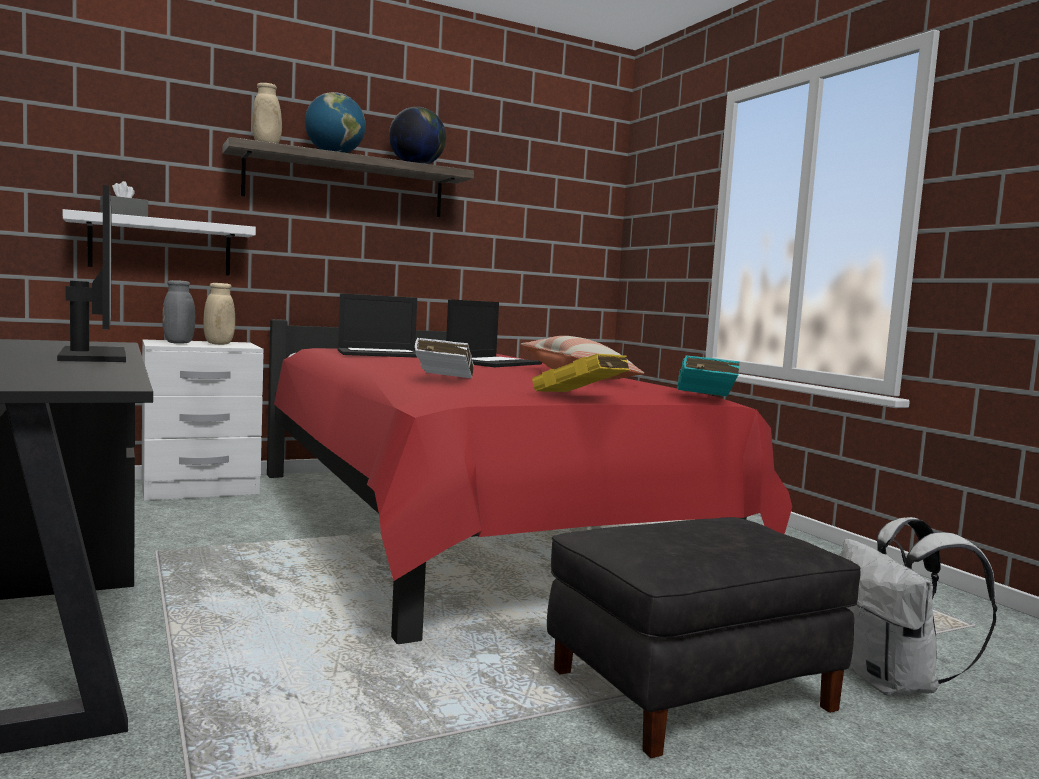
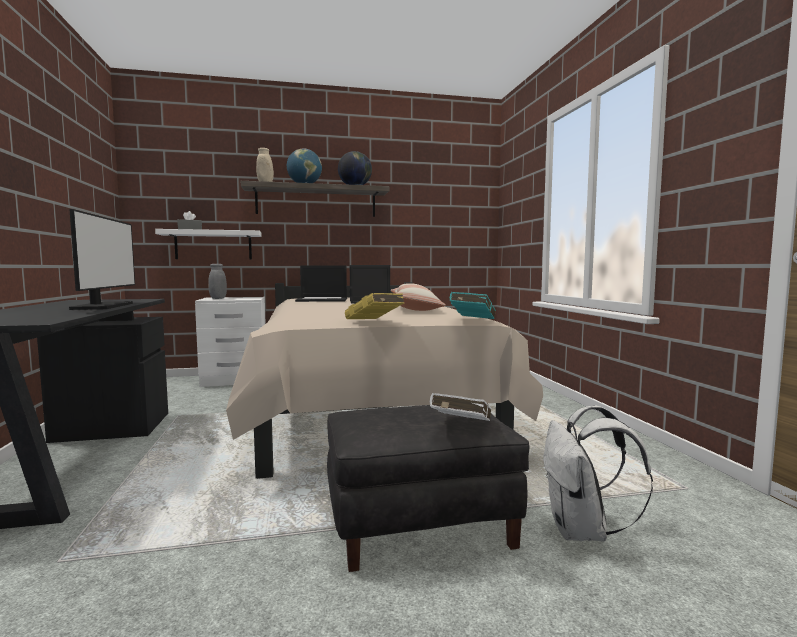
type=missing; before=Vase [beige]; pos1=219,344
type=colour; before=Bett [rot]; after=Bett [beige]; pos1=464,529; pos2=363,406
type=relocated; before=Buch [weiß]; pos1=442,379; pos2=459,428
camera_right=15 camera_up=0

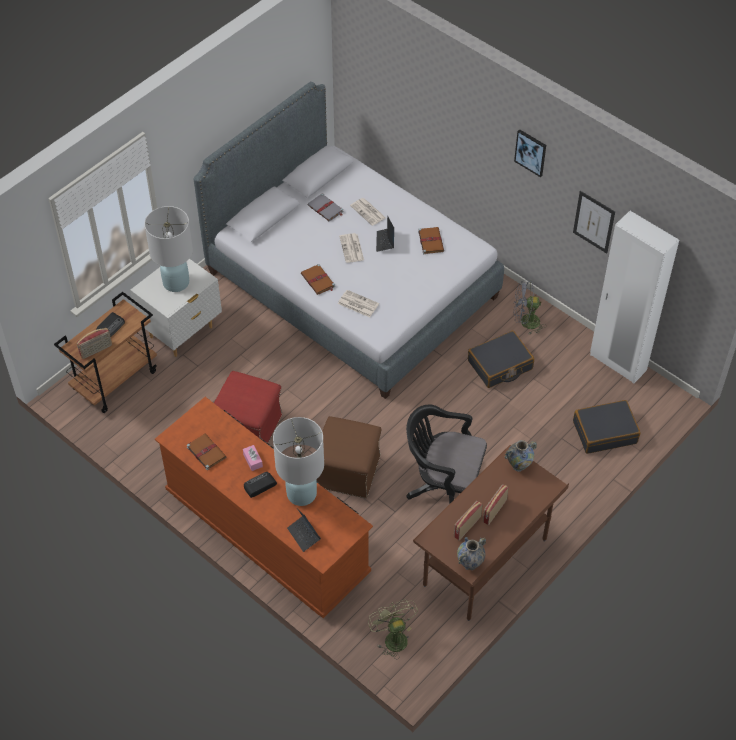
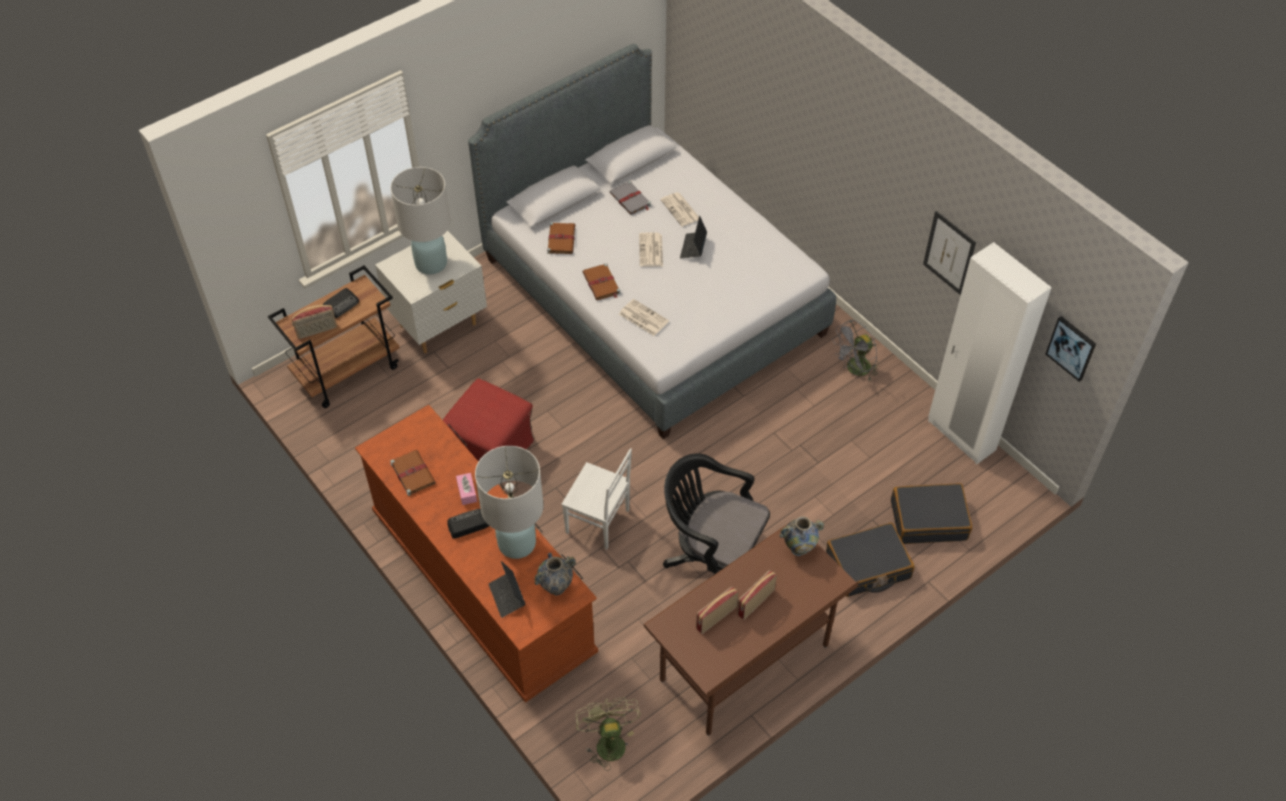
type=exchanged; before=Polsterhocker [braun]; after=Stuhl [weiß]; pos1=348,472; pos2=598,522
type=relocated; before=Buch [braun]; pos1=430,241; pos2=561,239
type=relocated; before=Vase; pos1=470,564; pos2=556,588
type=relocated; before=Koffer [schwarz]; pos1=500,365; pos2=868,566
type=spun; before=Ventilator [grau]; pos1=525,322; pos2=855,370; turn=-45
type=relocated; before=Bild; pos1=531,152; pos2=1071,348
camera_right=10 camera_up=0

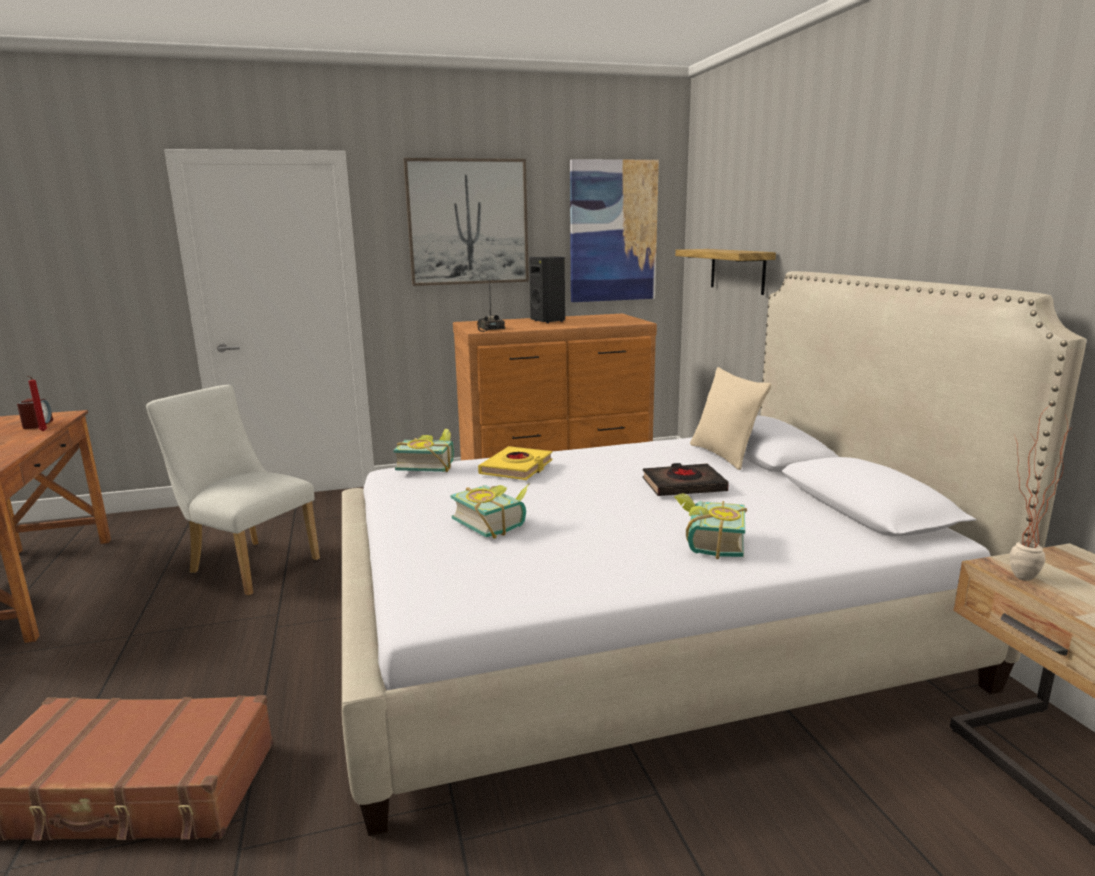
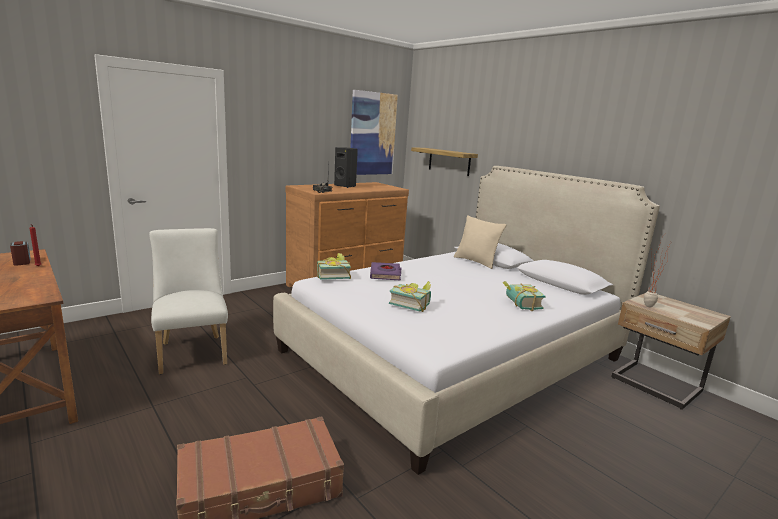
type=spun; before=Stuhl [weiß]; pos1=248,565; pos2=192,351; turn=60
type=missing; before=Bild; pos1=468,222
type=colour; before=Buch [gelb]; after=Buch [lila]; pos1=517,468; pos2=385,274
type=missing; before=Buch [schwarz]; pos1=683,486
camera_right=-25 camera_up=0

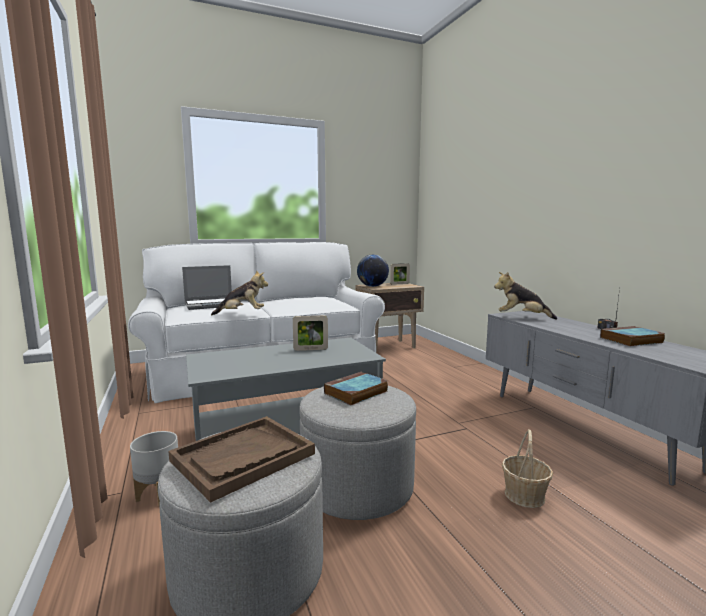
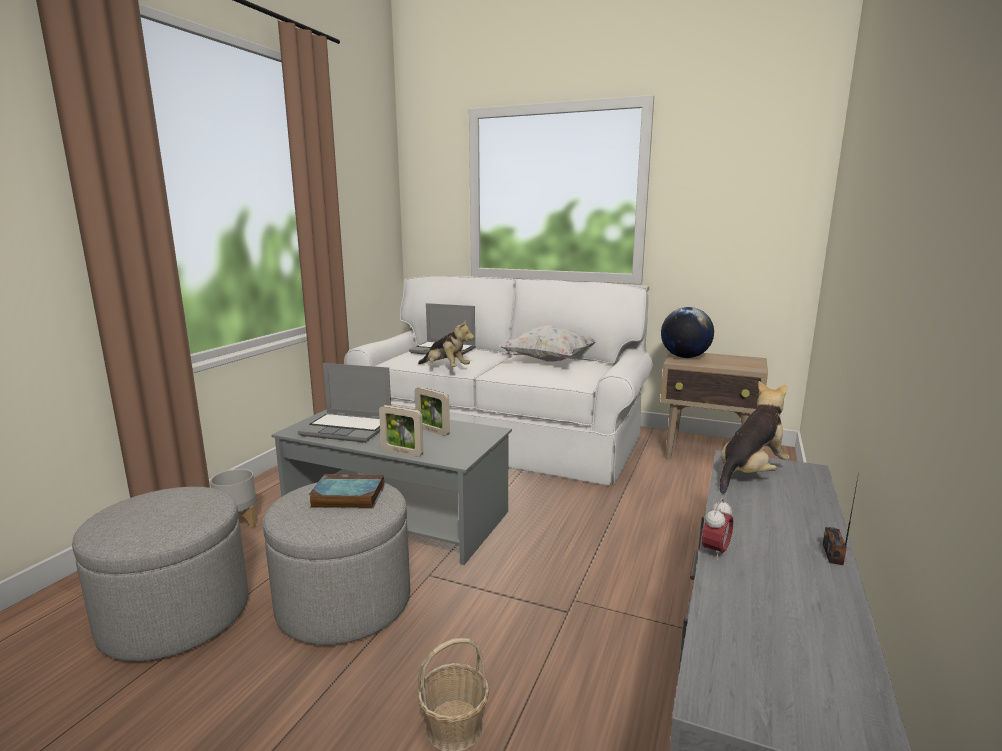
type=missing; before=Tablett [braun]; pos1=243,458
type=relocated; before=Bilderrahmen; pos1=399,284; pos2=402,452
type=spun; before=Plüschtier; pos1=522,317; pos2=750,474; turn=75
type=missing; before=Buch; pos1=631,340
type=appeared; after=Laptop; pos2=348,429
type=appeared; after=Kissen [weiß]; pos2=548,361
type=appeared; after=Wecker; pos2=715,552
camera_right=45 camera_up=5

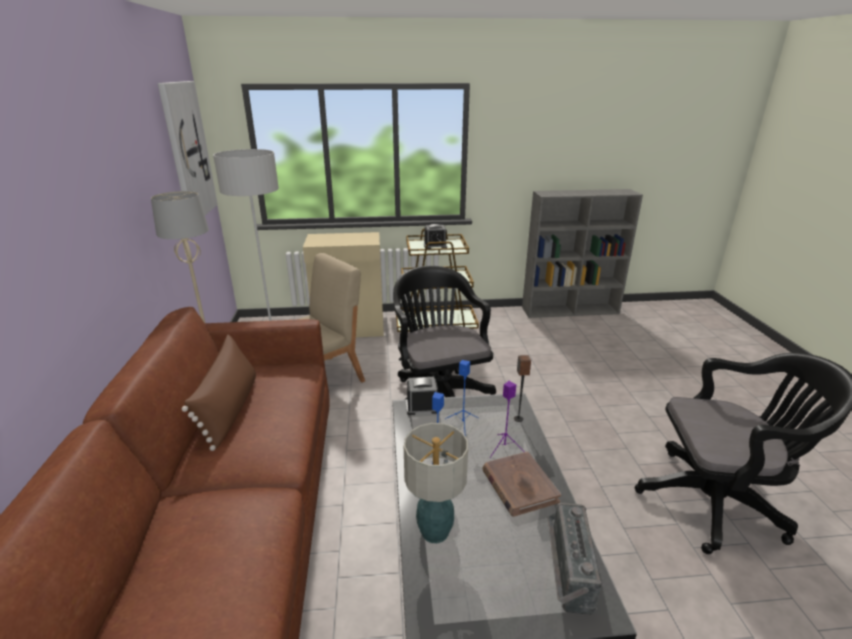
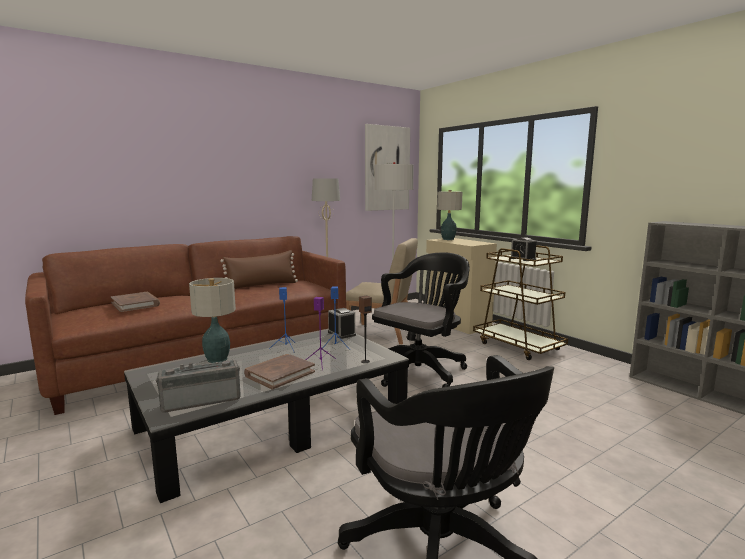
type=appeared; after=Buch [braun]; pos2=135,304
type=appeared; after=Tischlampe; pos2=448,239
camera_right=60 camera_up=-15

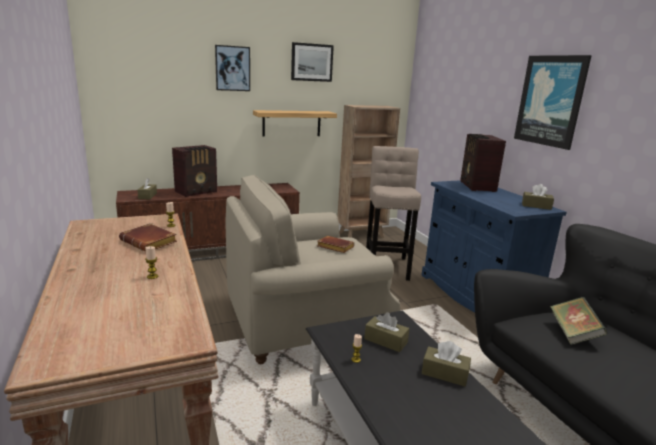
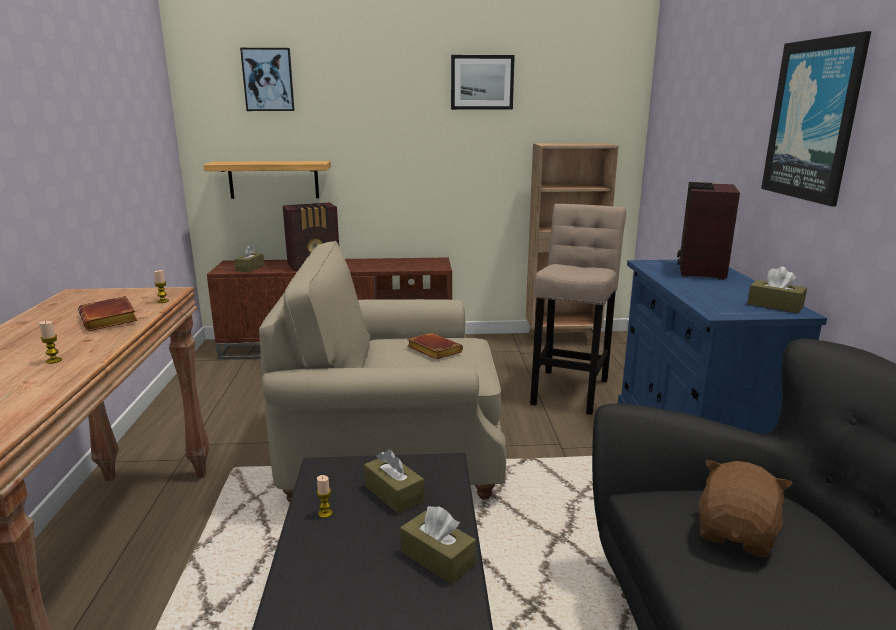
type=relocated; before=Bild; pos1=232,68; pos2=268,80
type=relocated; before=Wandregal; pos1=291,123; pos2=273,179
type=exchanged; before=Buch; after=Plüschtier [braun]; pos1=573,333; pos2=737,534
camera_right=20 camera_up=0

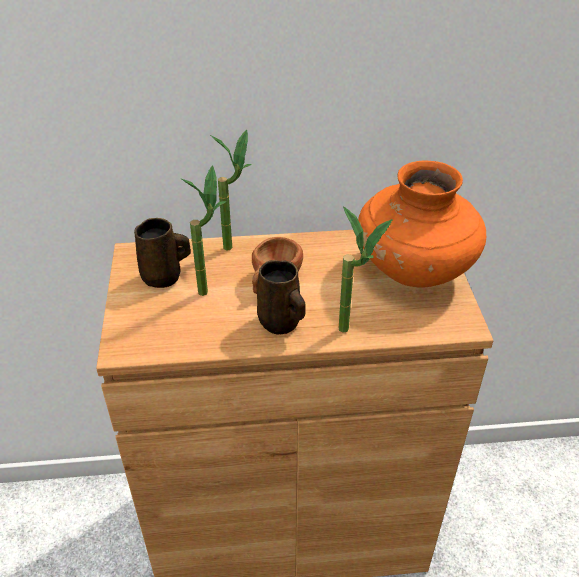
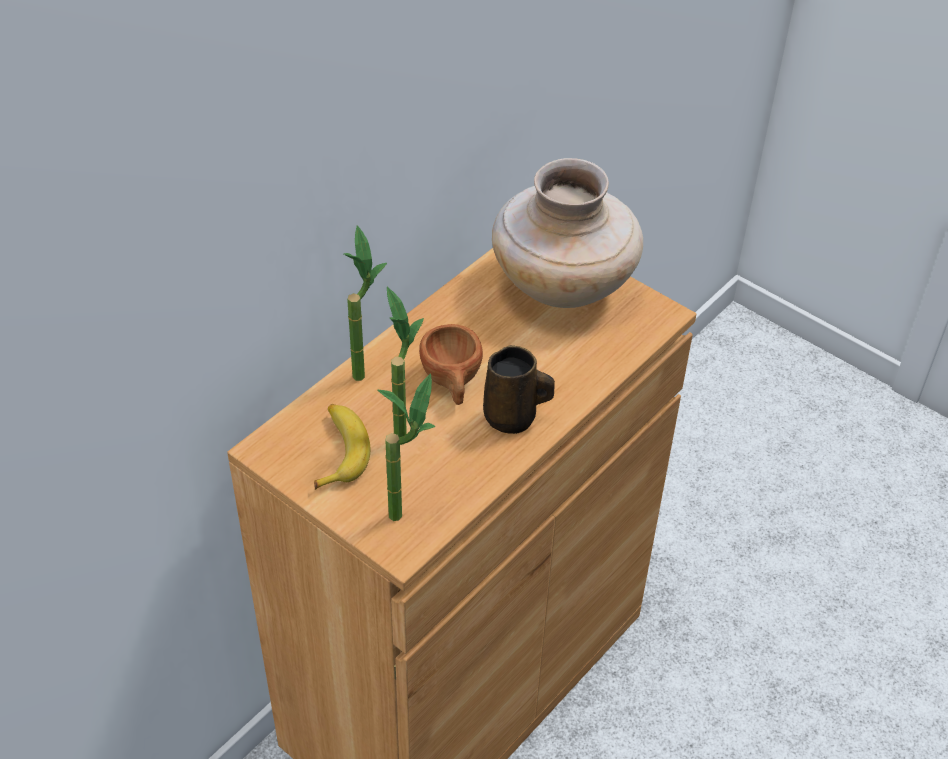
type=exchanged; before=Henkelbecher [braun]; after=Banane; pos1=164,277; pos2=339,451
type=relocated; before=Topfpflanze; pos1=354,331; pos2=408,511
type=colour; before=Vase [orange]; after=Vase [beige]; pos1=415,270; pos2=563,286
camera_right=-45 camera_up=5

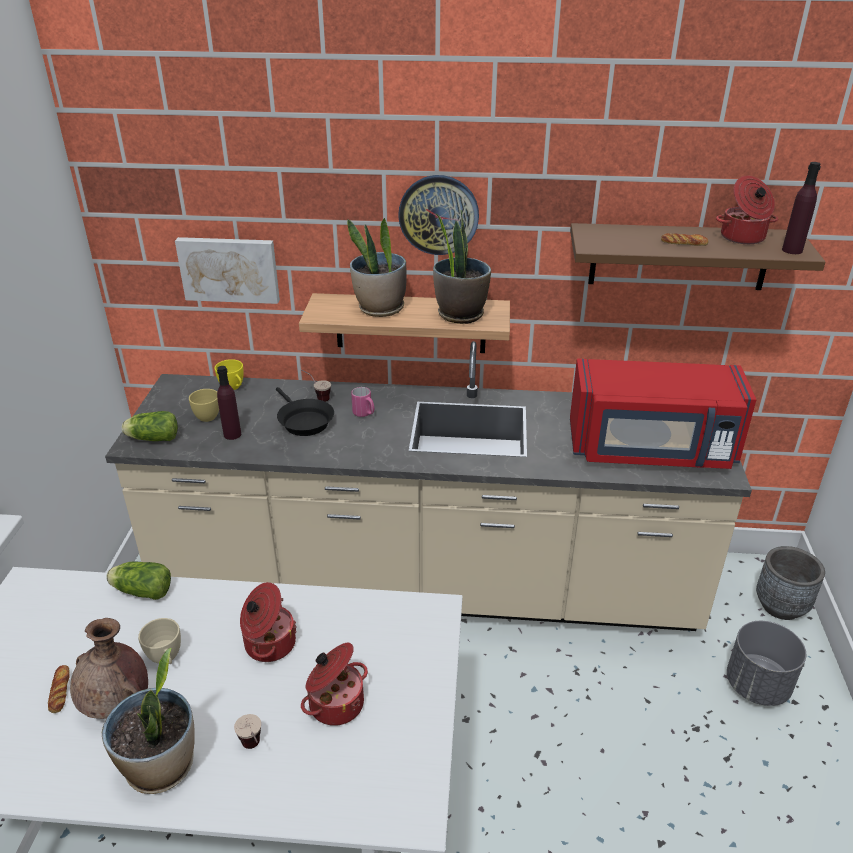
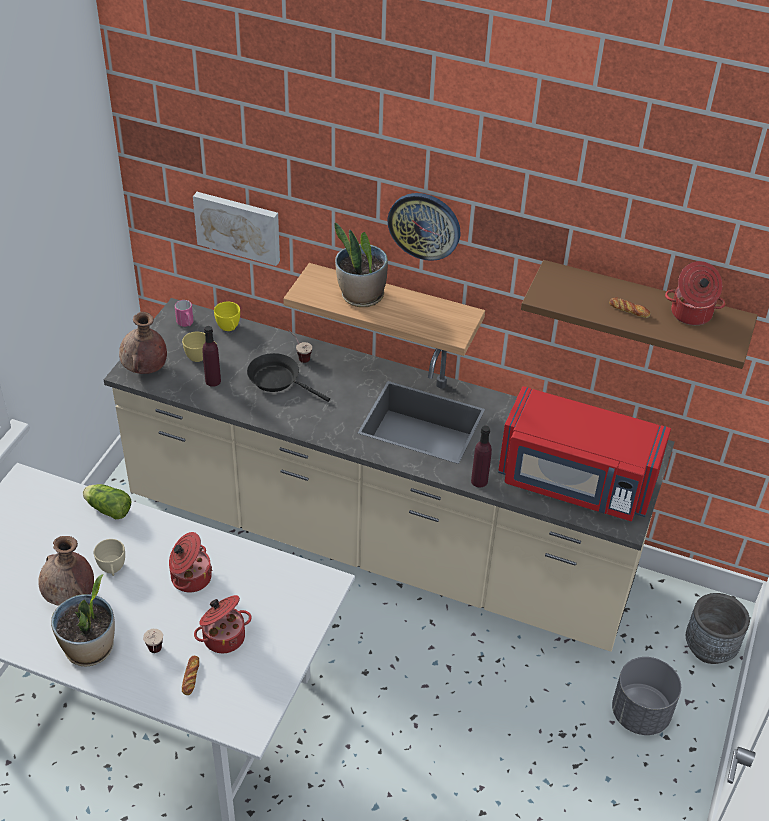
type=relocated; before=Brot; pos1=60,691; pos2=191,677
type=exchanged; before=Salatkopf; after=Vase [braun]; pos1=152,438; pos2=145,369
type=spun; before=Pfanne [schwarz]; pos1=303,421; pos2=278,380; turn=135
type=relocated; before=Henkelbecher [rosa]; pos1=364,414; pos2=186,324
type=missing; before=Topfpflanze; pos1=460,314
type=relocated; before=Flasche [lila]; pos1=792,250; pos2=479,481
camera_right=15 camera_up=10

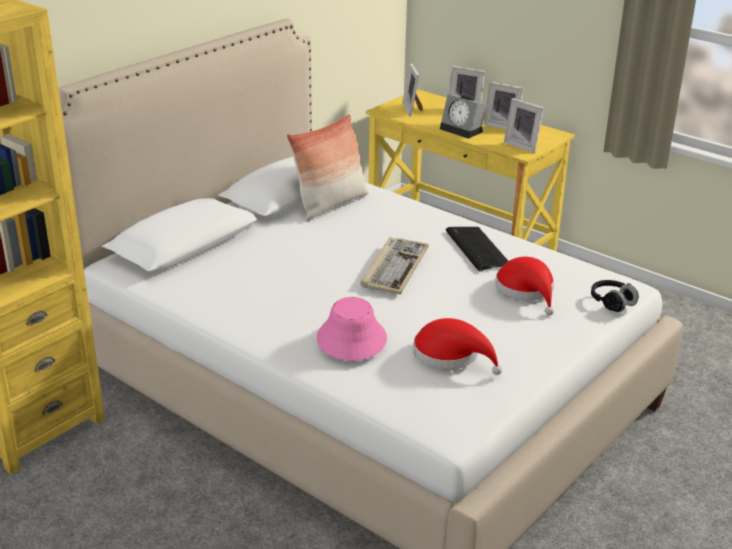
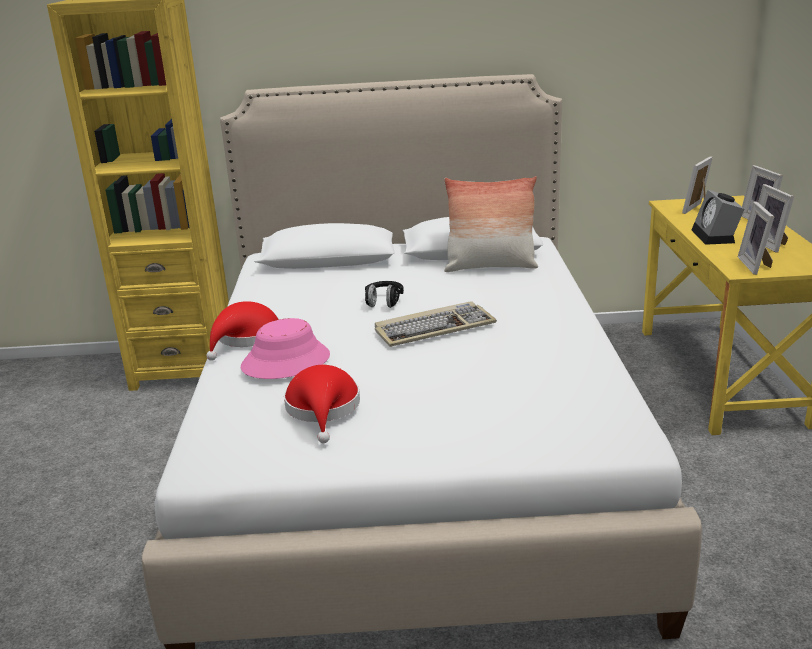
type=missing; before=Tastatur; pos1=477,249
type=relocated; before=Hut [rot]; pos1=527,290; pos2=246,338
type=relocated; before=Kopfhörer [schwarz]; pos1=612,303; pos2=383,302
camera_right=50 camera_up=-5

